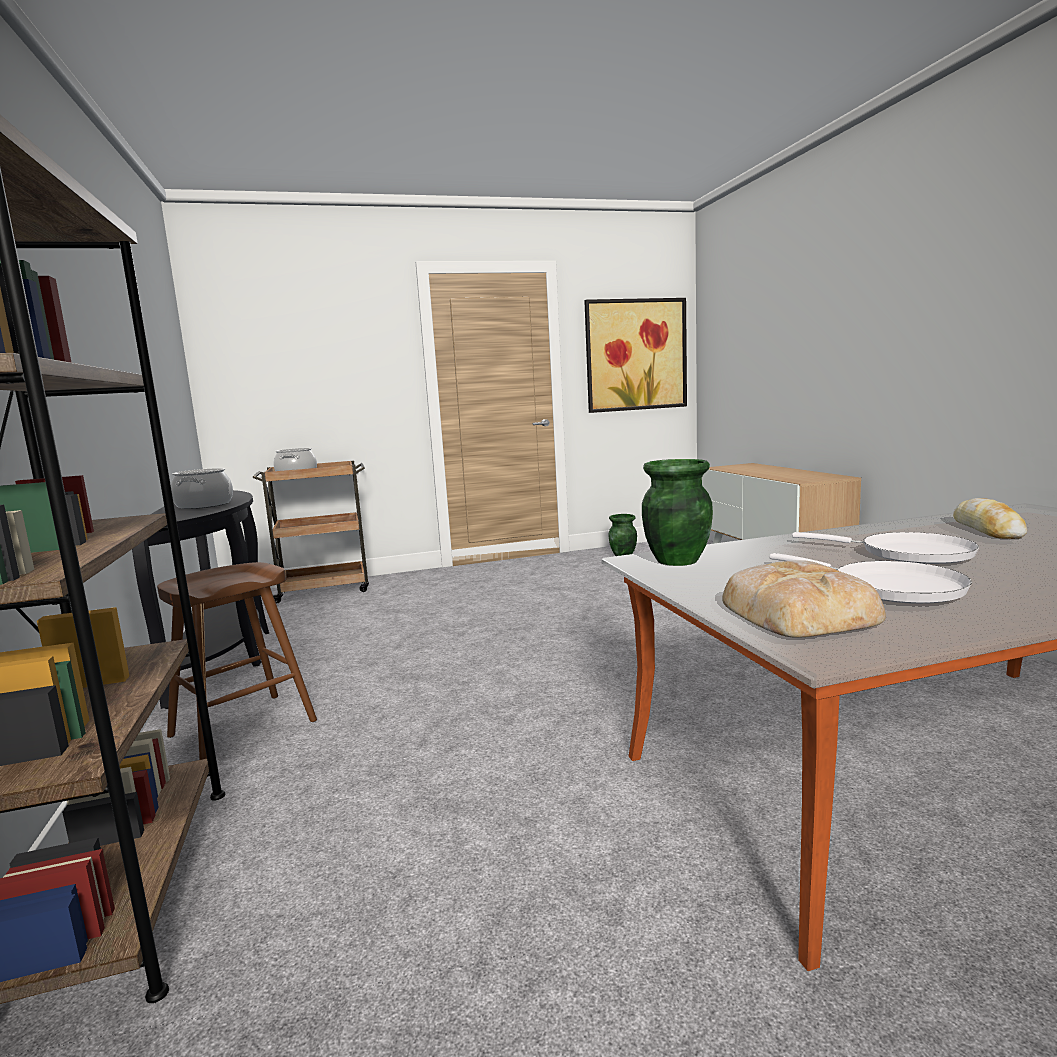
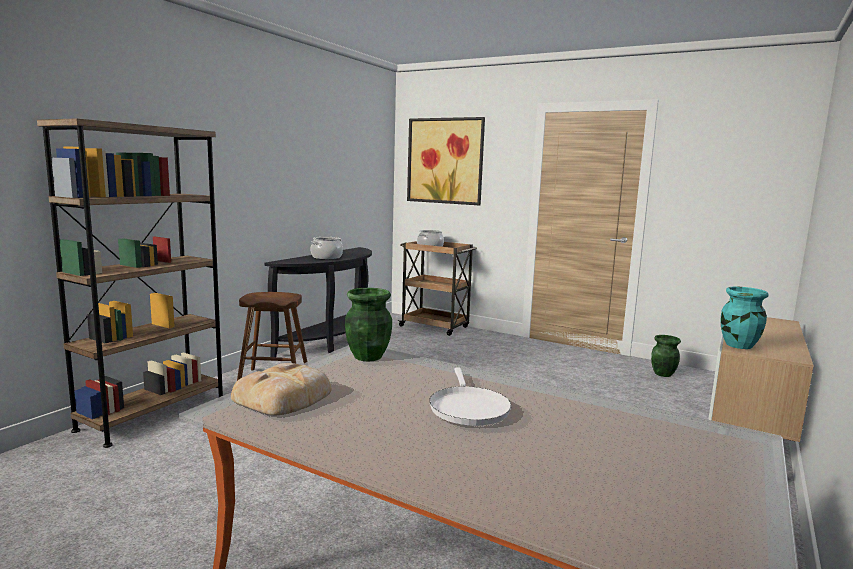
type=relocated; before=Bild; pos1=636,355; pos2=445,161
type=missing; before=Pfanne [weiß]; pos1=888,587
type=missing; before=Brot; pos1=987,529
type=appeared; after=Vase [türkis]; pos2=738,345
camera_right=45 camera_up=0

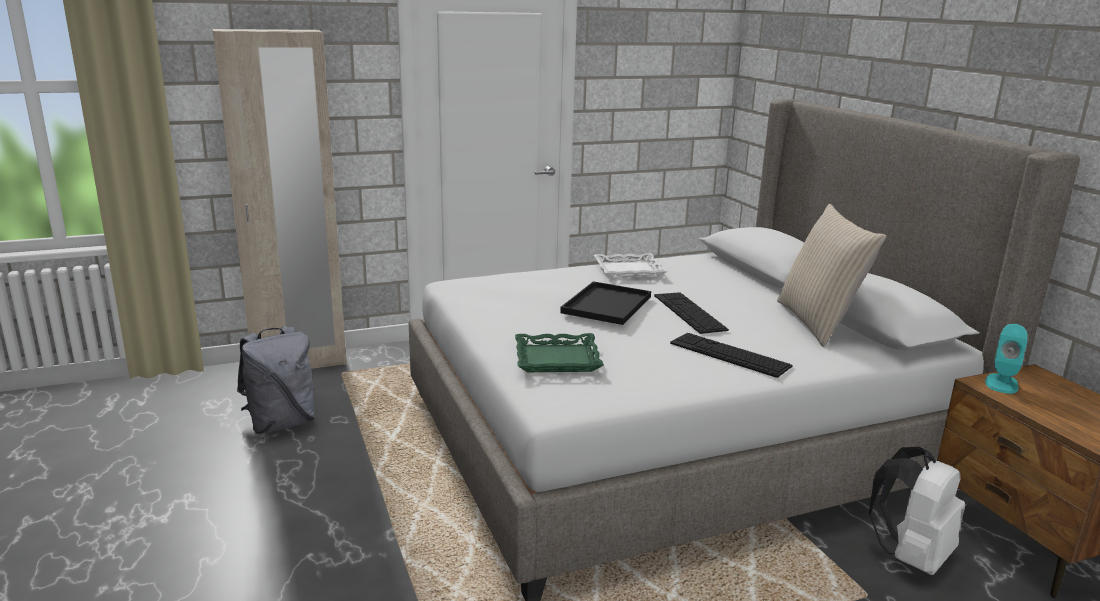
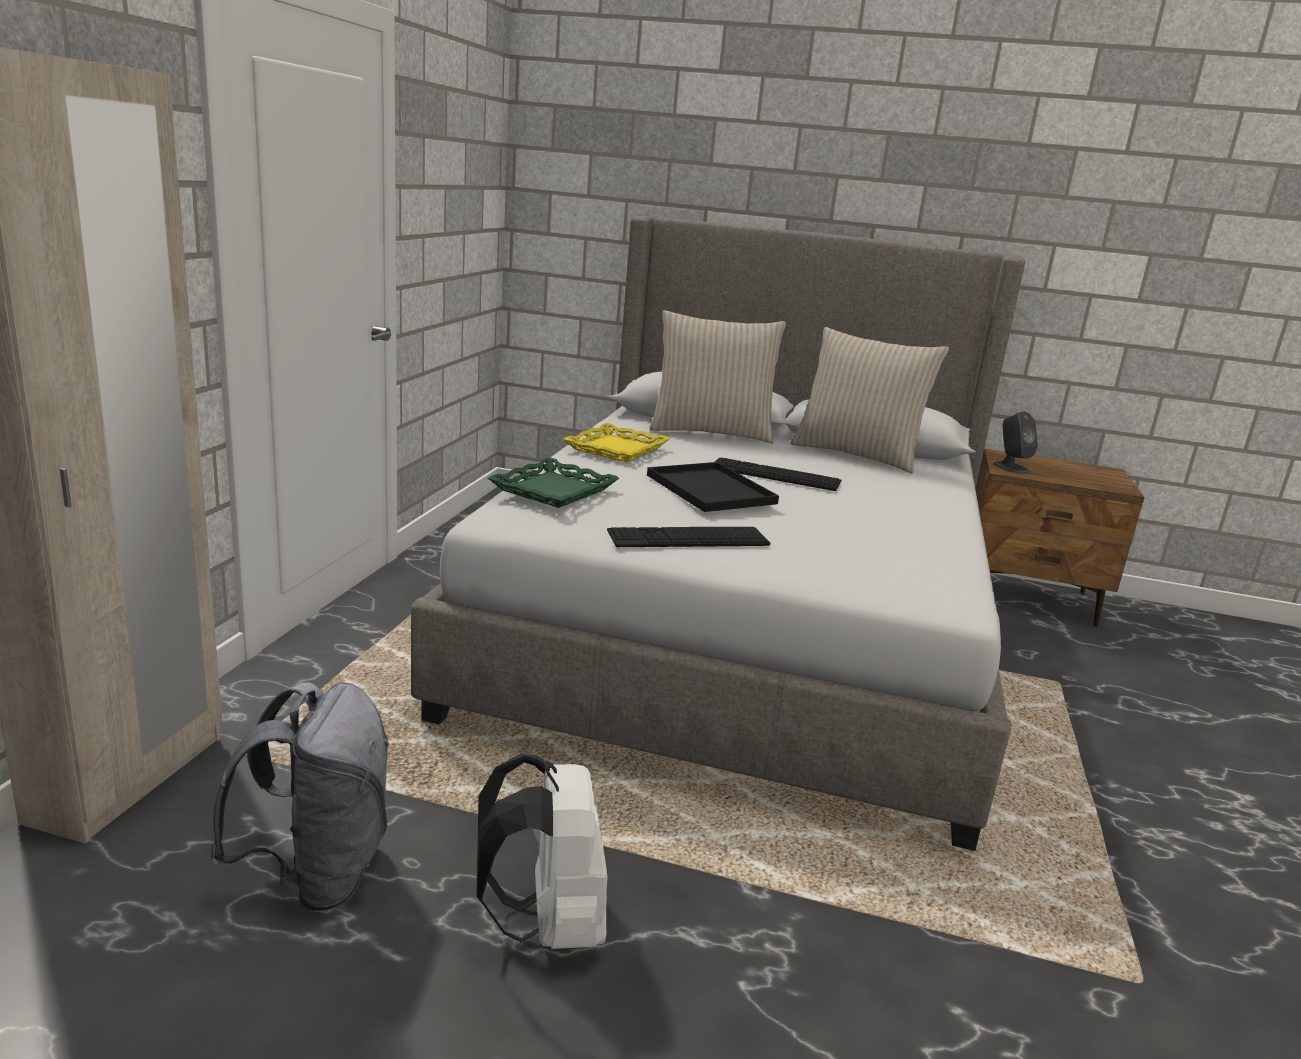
type=relocated; before=Tablett [grün]; pos1=557,359; pos2=554,490
type=colour; before=Tablett [weiß]; after=Tablett [gelb]; pos1=629,270; pos2=616,449
type=relocated; before=Tastatur; pos1=729,354; pos2=688,538
type=relocated; before=Rucksack [weiß]; pos1=911,556; pos2=547,923
type=colour; before=Lautsprecher [türkis]; after=Lautsprecher [grau]; pos1=1001,383; pos2=1010,467
type=appeared; after=Kissen [beige]; pos2=711,432
camera_right=-55 camera_up=0

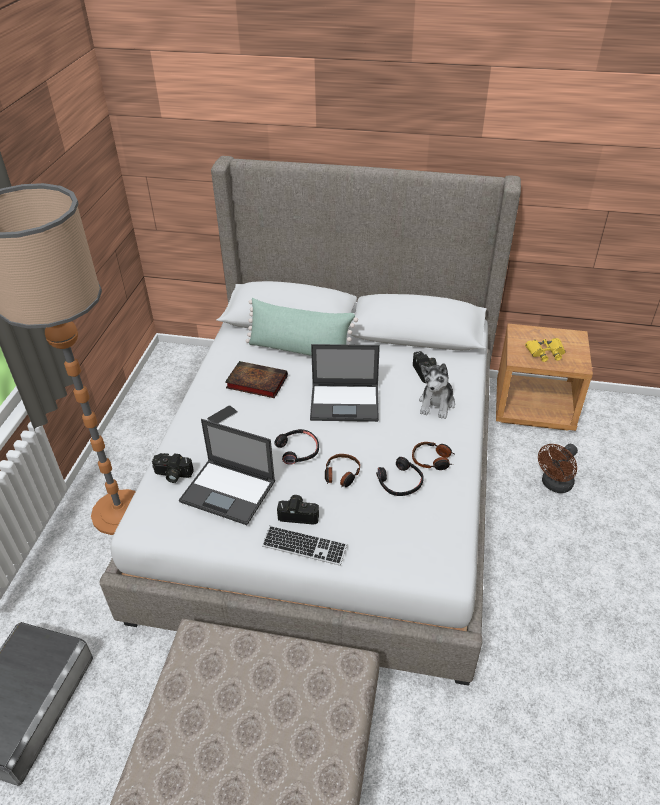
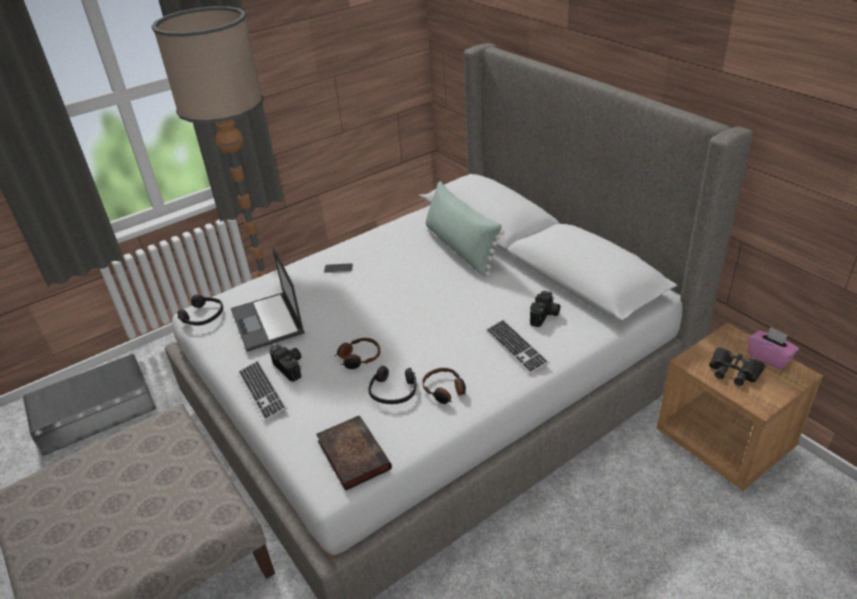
type=missing; before=Kamera; pos1=172,475
type=relocated; before=Buch; pos1=255,382; pos2=352,454
type=relocated; before=Kopfhörer [schwarz]; pos1=298,450; pos2=203,316
type=missing; before=Laptop; pos1=345,402
type=exchanged; before=Plüschtier; after=Tastatur; pos1=436,404; pos2=516,348
type=colour; before=Fernglas [gelb]; after=Fernglas [schwarz]; pos1=545,352; pos2=734,371
type=missing; before=Ventilator [braun]; pos1=554,485
type=appeared; after=Taschentuchbox [rosa]; pos2=769,357
camera_right=45 camera_up=-5

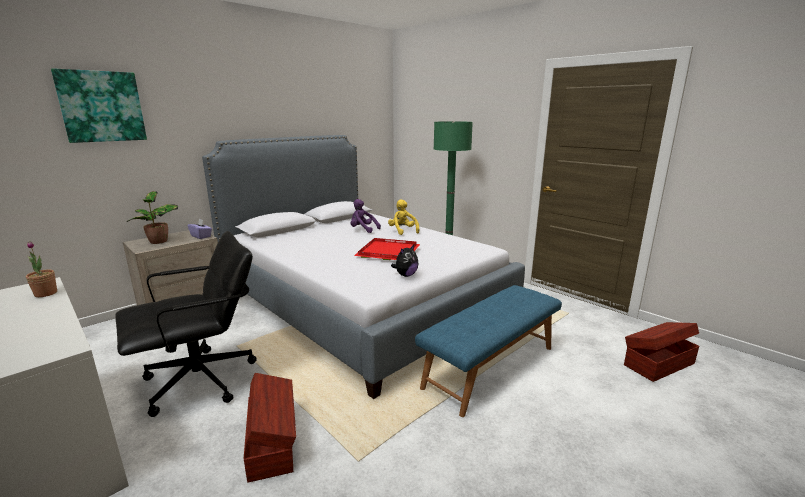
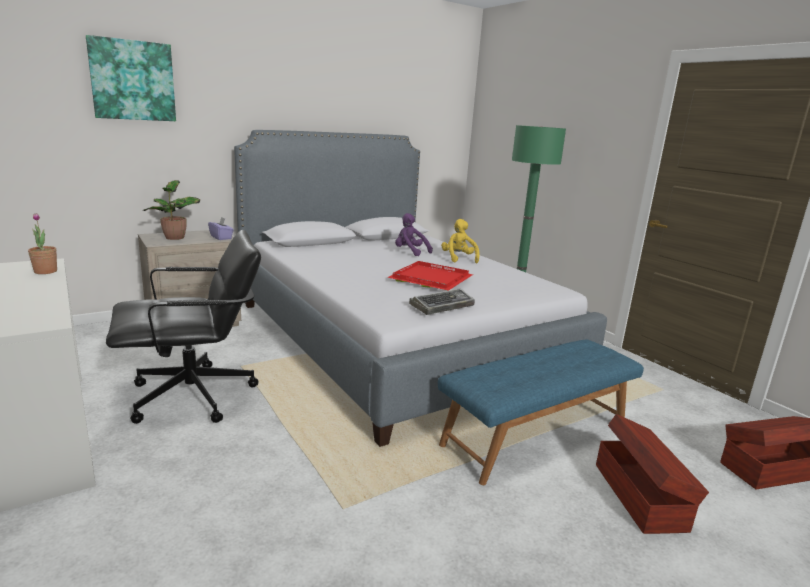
type=relocated; before=Aufbewahrungsbox [braun]; pos1=272,441; pos2=640,495
type=exchanged; before=Plüschtier; after=Tastatur; pos1=405,275; pos2=442,306
camera_right=10 camera_up=0

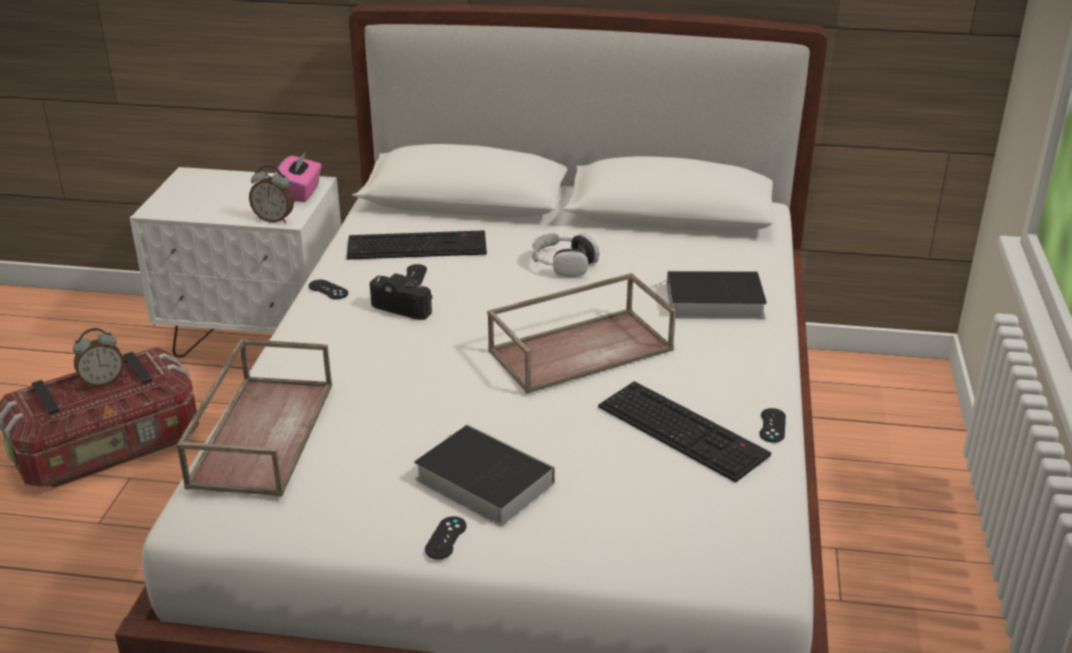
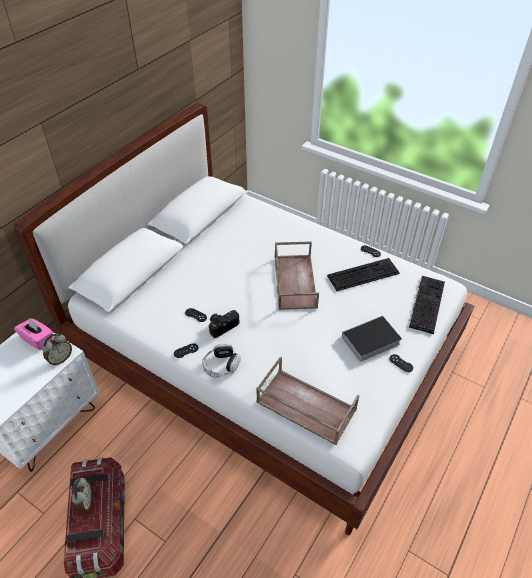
type=relocated; before=Tastatur; pos1=418,245; pos2=426,303
type=relocated; before=Kopfhörer; pos1=563,264; pos2=221,365
type=missing; before=Buch; pos1=711,302
camera_right=-65 camera_up=15

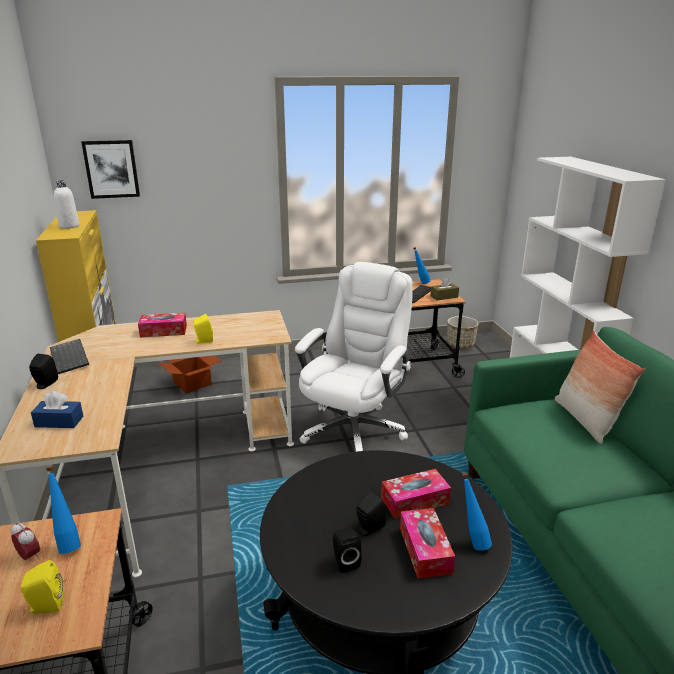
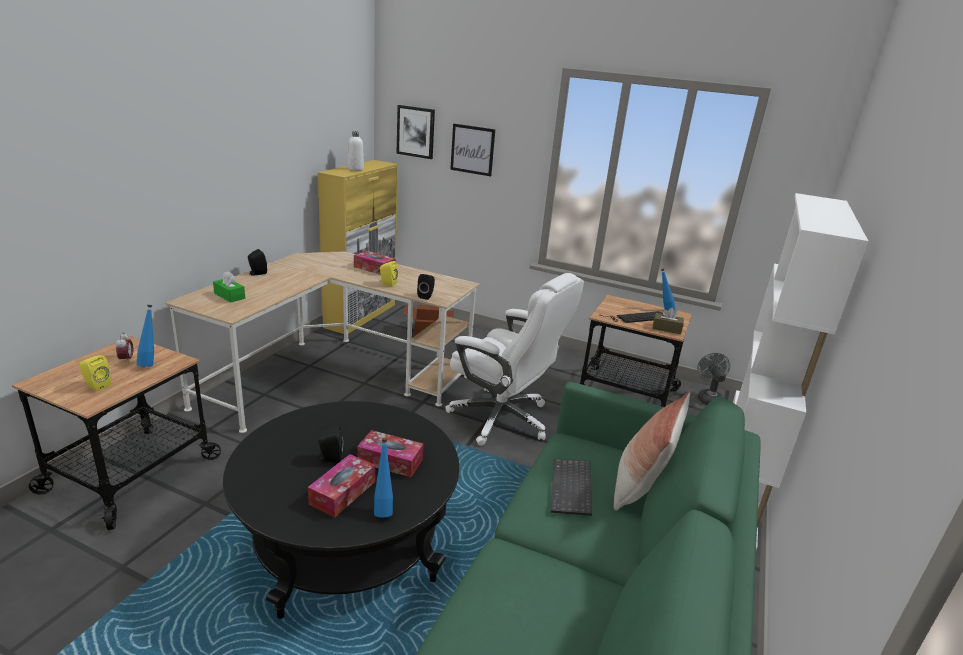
type=colour; before=Taschentuchbox [blau]; after=Taschentuchbox [grün]; pos1=59,422; pos2=229,296
type=relocated; before=Tastatur; pos1=70,358; pos2=572,488
type=spun; before=Bürostuhl [weiß]; pos1=354,429; pos2=502,418; turn=60
type=relocated; before=Lautsprecher [schwarz]; pos1=345,561; pos2=426,296
type=exchanged; before=Pflanzkübel; after=Ventilator [grau]; pos1=460,345; pos2=708,398
type=appeared; after=Bild; pos2=472,150
camera_right=35 camera_up=0

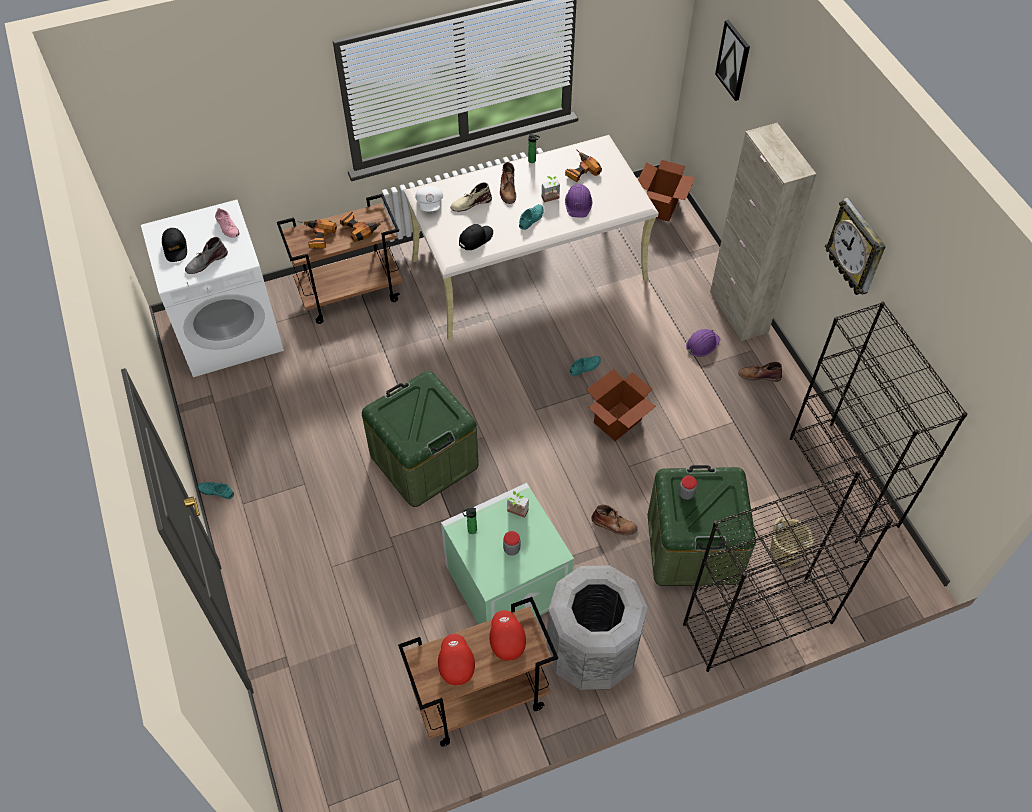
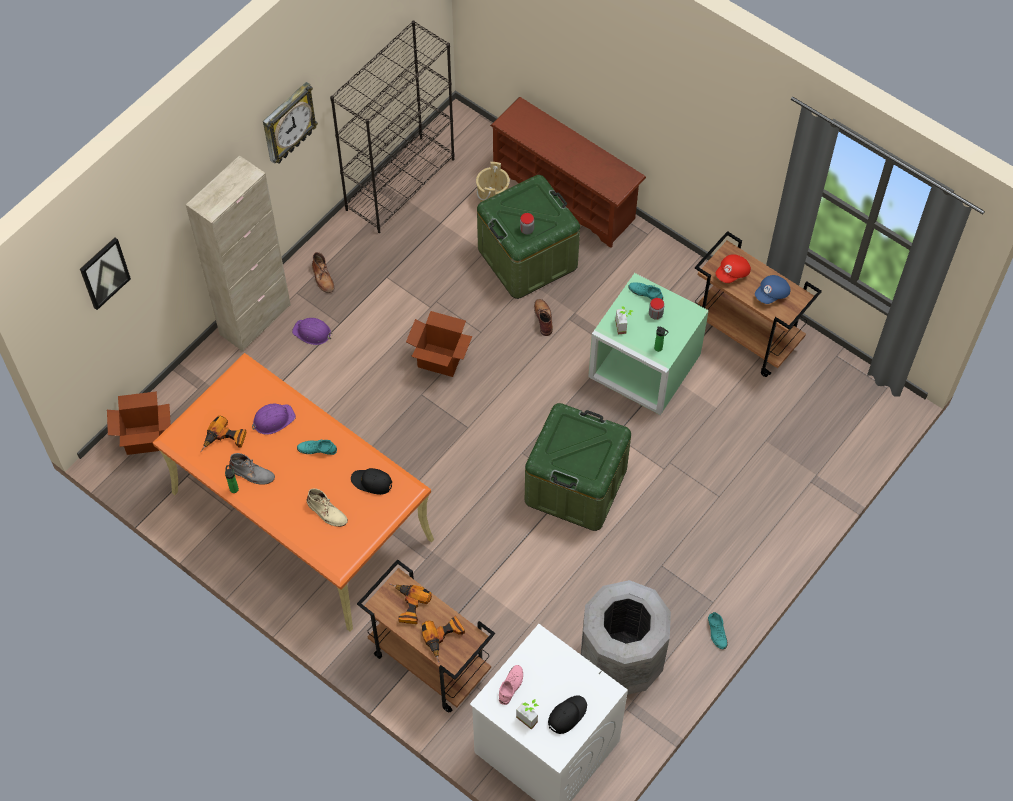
type=relocated; before=Stiefel [grau]; pos1=206,262; pos2=252,473
type=colour; before=Schreibtisch [beige]; after=Schreibtisch [orange]; pos1=530,269; pos2=301,515
type=missing; before=Kappe [weiß]; pos1=430,204
type=colour; before=Kappe [rot]; after=Kappe [blau]; pos1=455,663; pos2=772,294
type=missing; before=Stiefel [braun]; pos1=508,190
type=relocated; before=Topfpflanze; pos1=551,200; pos2=529,716
type=relocated; before=Mülleimer [grau]; pos1=591,653; pos2=621,660
type=relocated; before=Schuh [türkis]; pos1=585,367; pos2=645,293
type=exchanged; before=Bücherregal [schwarz]; after=Schuhregal [braun]; pos1=757,624; pos2=566,195
camera_right=-120 camera_up=5

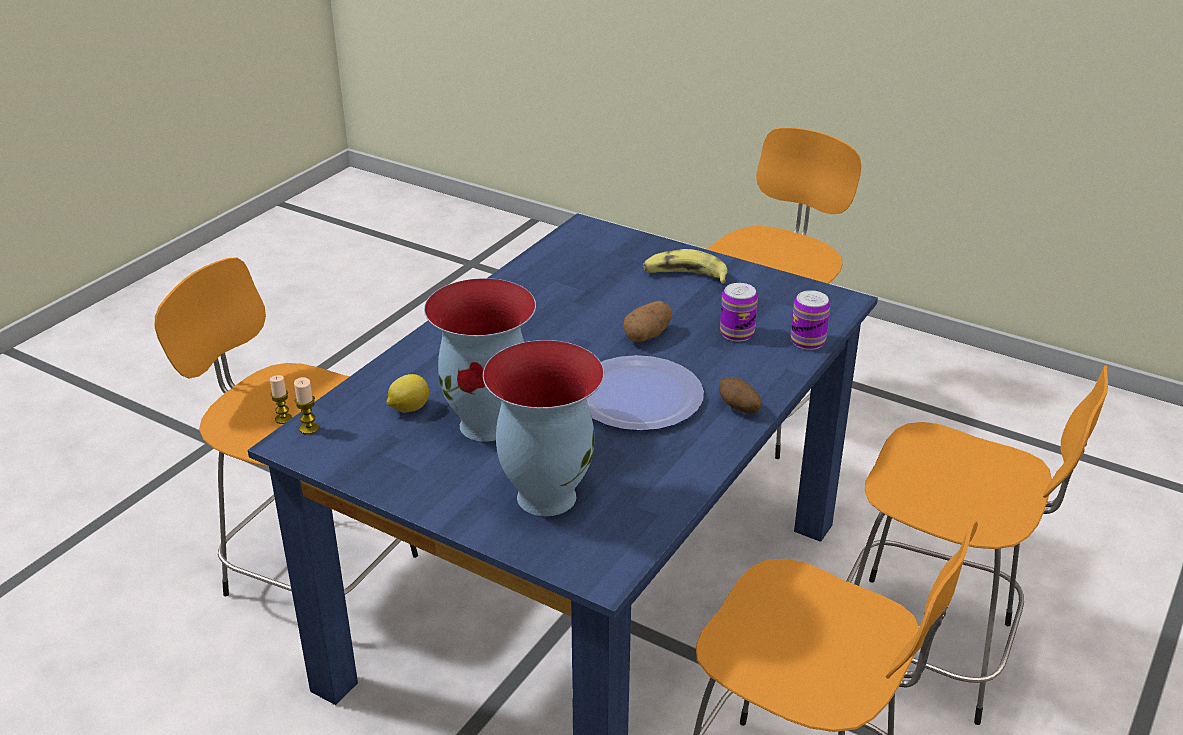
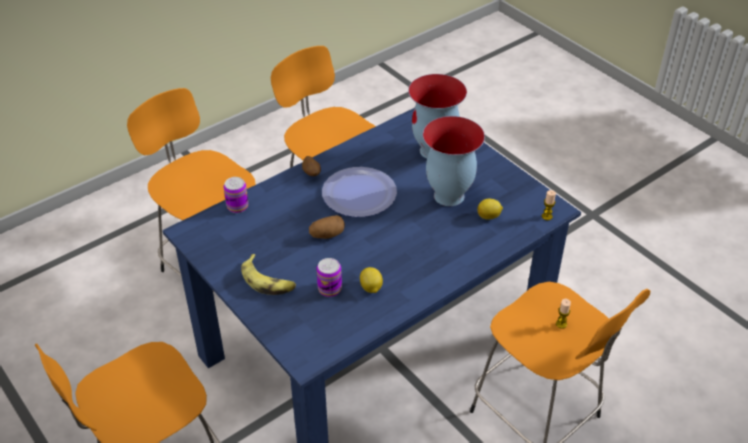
type=relocated; before=Dose; pos1=737,333; pos2=329,289
type=appeared; after=Zitrone; pos2=371,288
camera_right=-160 camera_up=10

